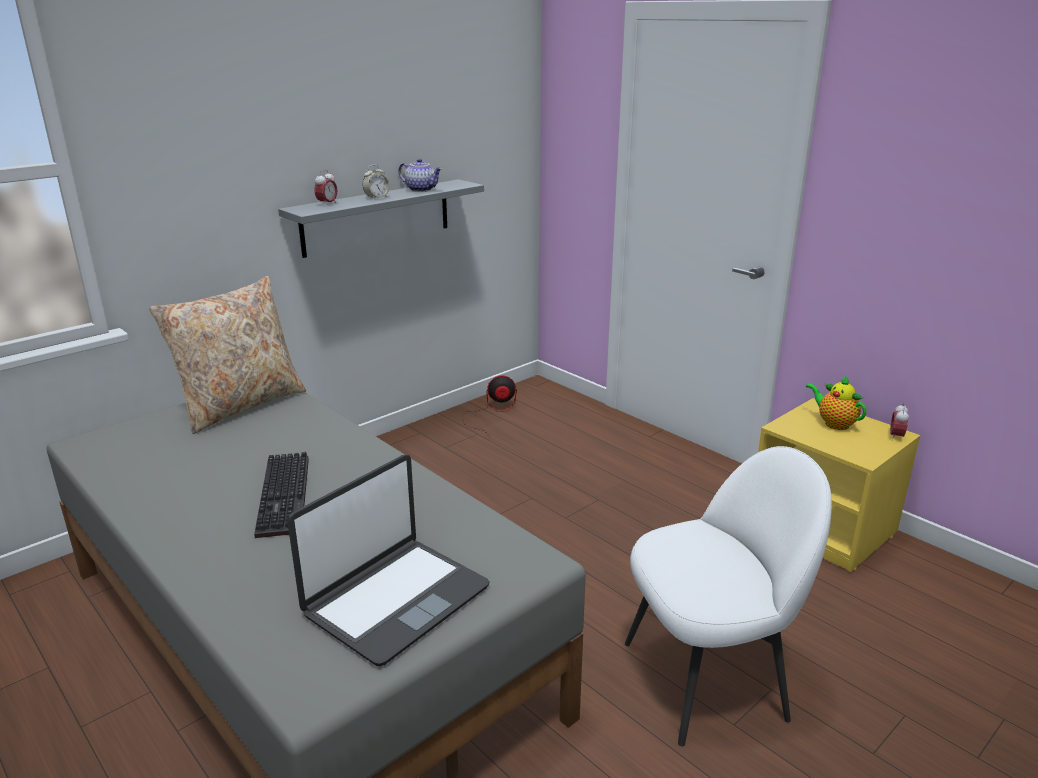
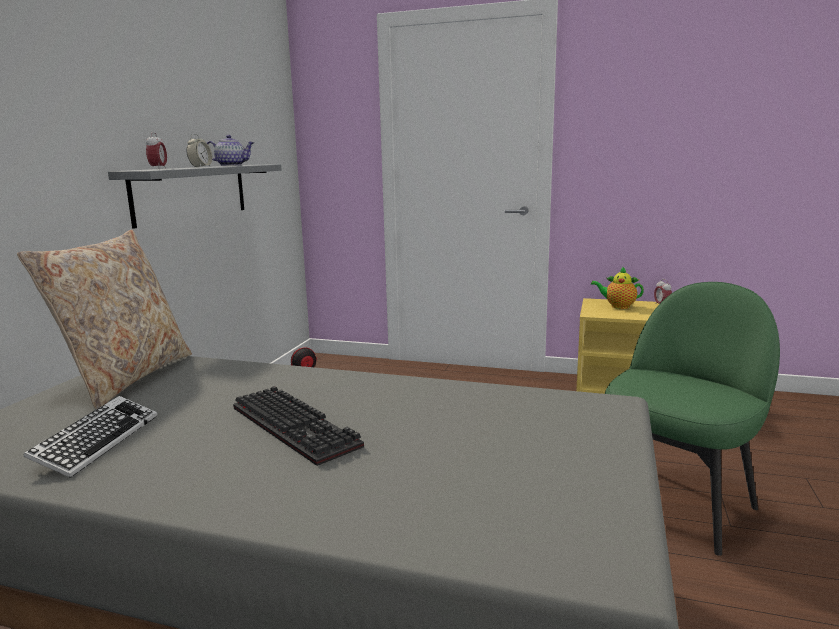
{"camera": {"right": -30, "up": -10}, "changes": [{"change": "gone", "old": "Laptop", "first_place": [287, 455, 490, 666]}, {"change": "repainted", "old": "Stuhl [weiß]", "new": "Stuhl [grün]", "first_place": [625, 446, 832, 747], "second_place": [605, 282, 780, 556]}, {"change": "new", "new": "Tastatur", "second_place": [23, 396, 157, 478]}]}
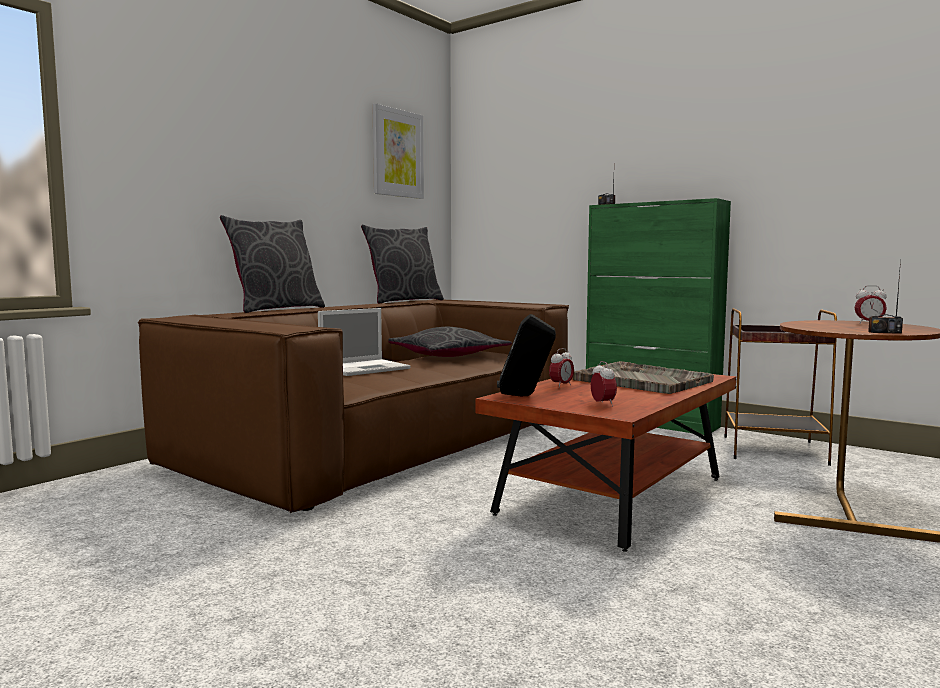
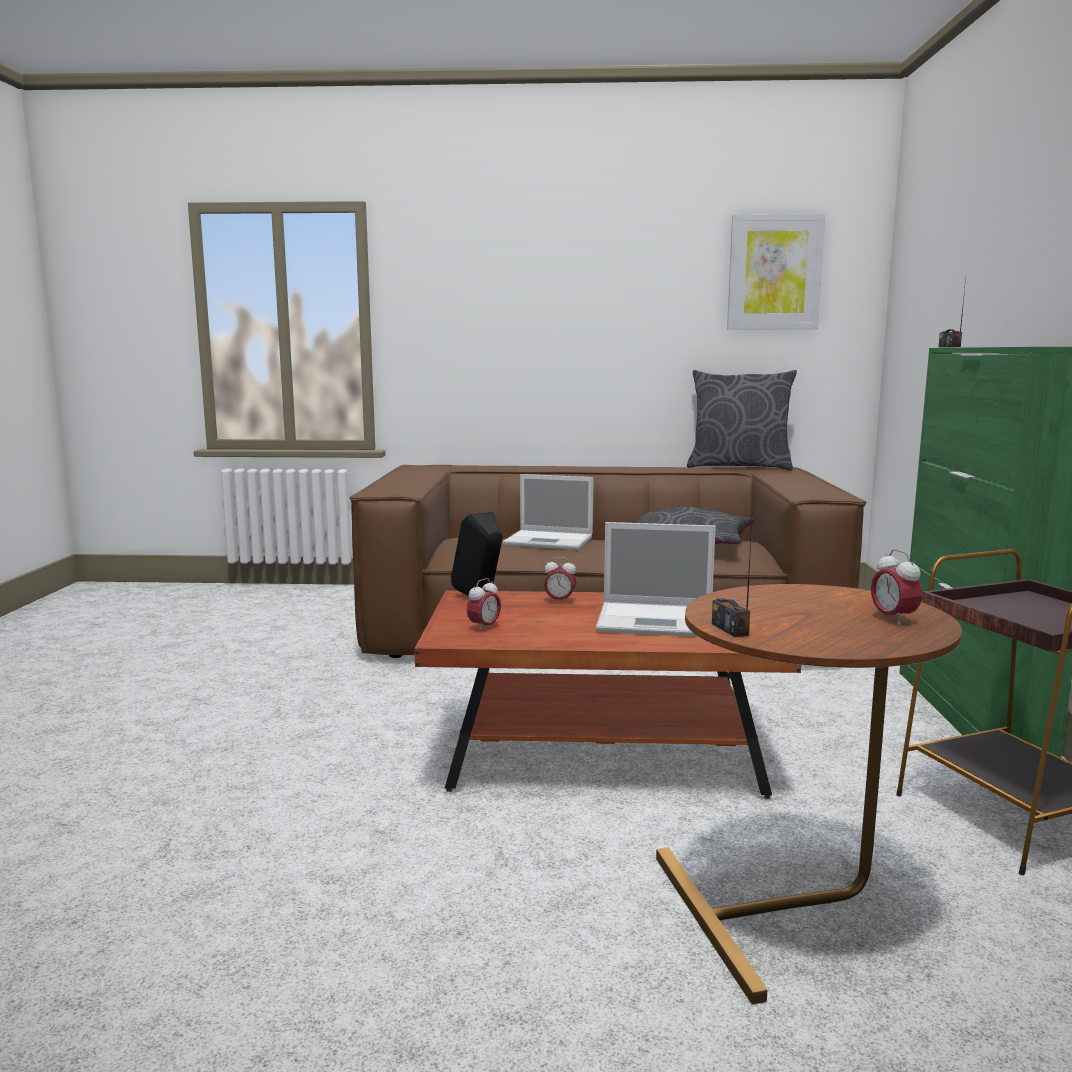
{"camera": {"right": 55, "up": 5}, "changes": [{"change": "gone", "old": "Kissen [grau]", "first_place": [220, 215, 325, 313]}, {"change": "swapped", "old": "Tablett [grau]", "new": "Laptop", "first_place": [573, 361, 714, 394], "second_place": [596, 522, 716, 637]}]}
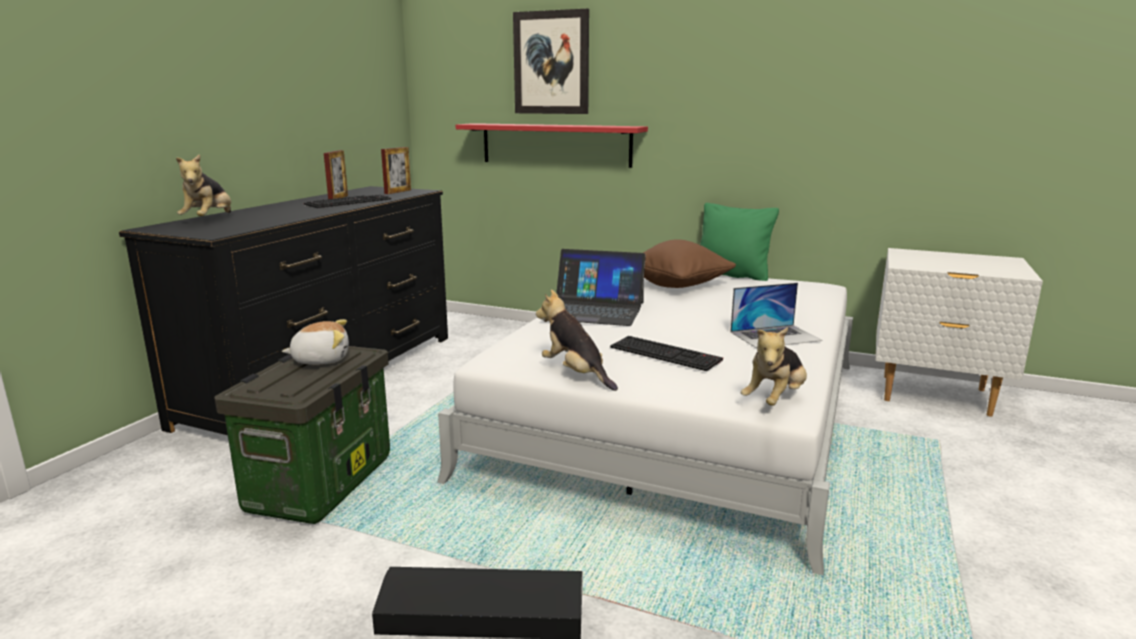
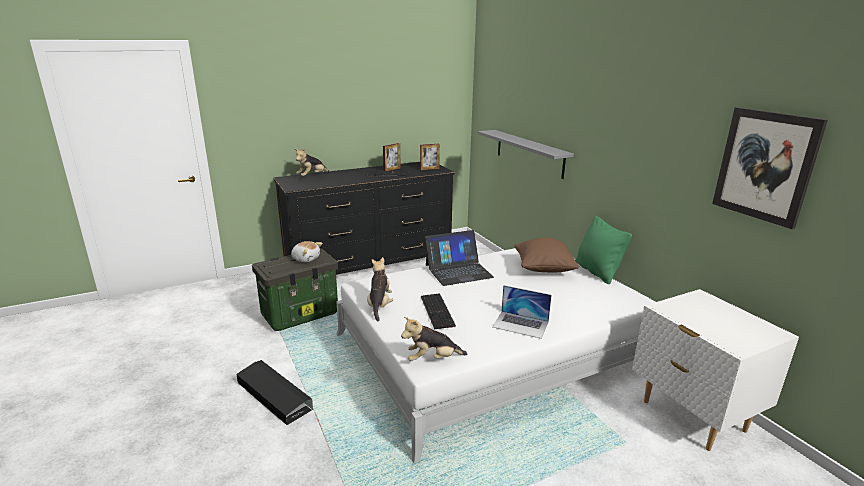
{"camera": {"right": 40, "up": 5}, "changes": [{"change": "repainted", "old": "Wandregal [rot]", "new": "Wandregal [grau]", "first_place": [456, 123, 648, 168], "second_place": [478, 130, 574, 179]}, {"change": "shifted", "old": "Bild", "first_place": [513, 9, 589, 114], "second_place": [712, 107, 828, 229]}, {"change": "rotated", "old": "Laptop", "first_place": [542, 249, 646, 326], "second_place": [425, 230, 494, 286], "degrees": -75}]}
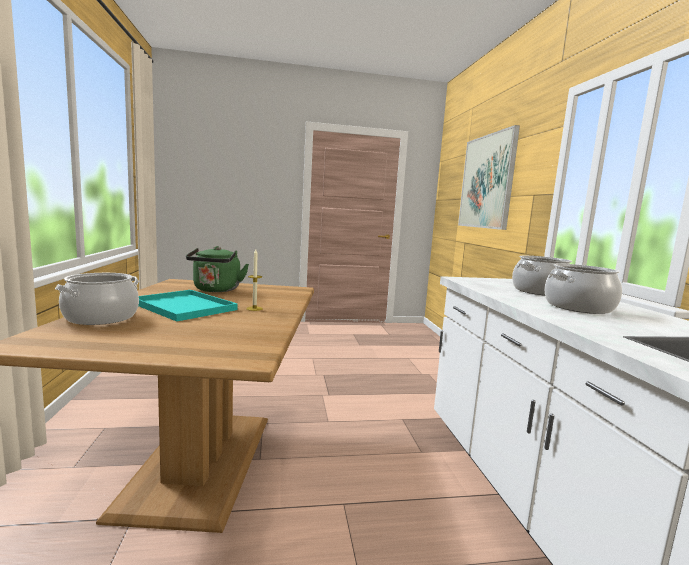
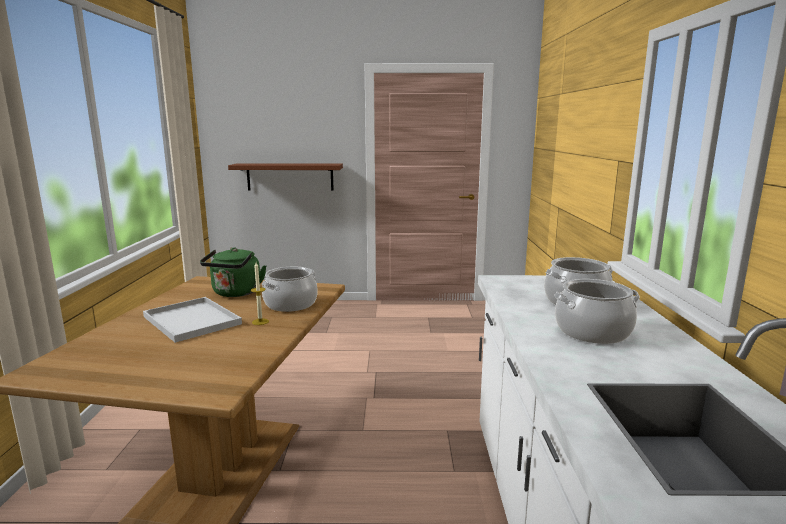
{"camera": {"right": 10, "up": 5}, "changes": [{"change": "shifted", "old": "Kochtopf", "first_place": [55, 273, 139, 325], "second_place": [262, 267, 318, 312]}, {"change": "repainted", "old": "Tablett [türkis]", "new": "Tablett [weiß]", "first_place": [138, 290, 238, 322], "second_place": [143, 297, 242, 343]}, {"change": "gone", "old": "Bild", "first_place": [458, 125, 520, 230]}, {"change": "new", "new": "Wandregal [braun]", "second_place": [228, 163, 343, 190]}]}
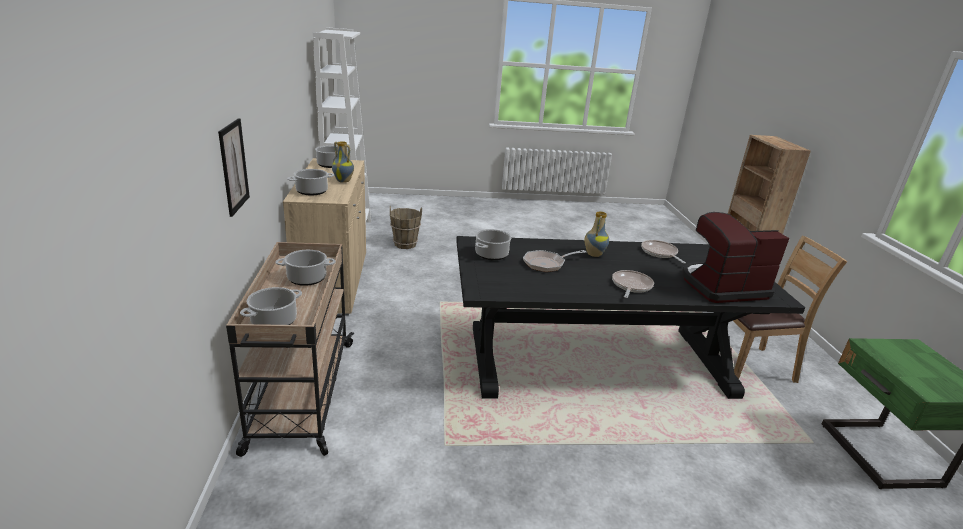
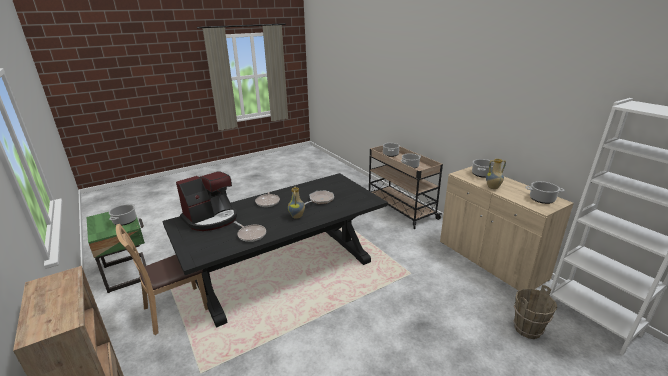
{"camera": {"right": 155, "up": 0}, "changes": [{"change": "gone", "old": "Bild", "first_place": [218, 119, 250, 217]}, {"change": "shifted", "old": "Kochtopf", "first_place": [475, 229, 511, 260], "second_place": [109, 204, 137, 226]}]}
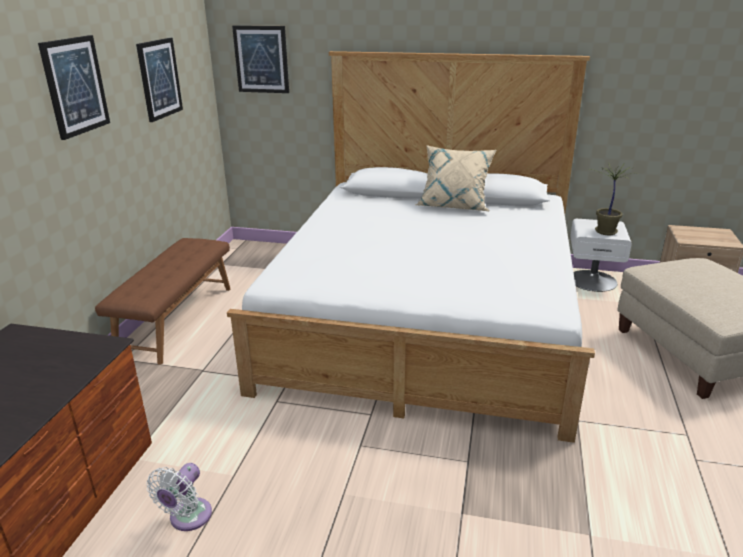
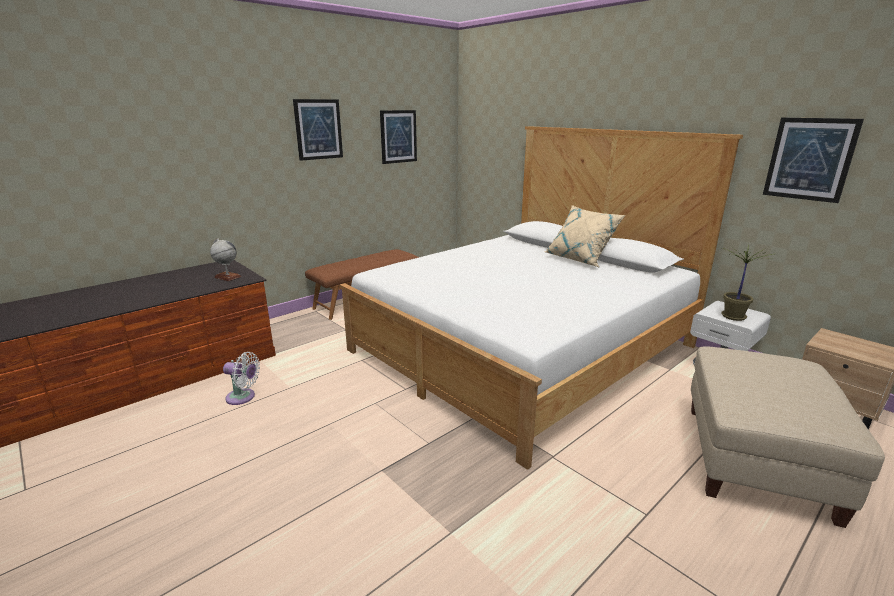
{"camera": {"right": 35, "up": -5}, "changes": [{"change": "rotated", "old": "Ventilator [weiß]", "first_place": [146, 463, 212, 531], "second_place": [223, 352, 260, 405], "degrees": -135}, {"change": "shifted", "old": "Bild", "first_place": [232, 25, 289, 93], "second_place": [763, 118, 864, 203]}, {"change": "new", "new": "Globus", "second_place": [210, 239, 242, 281]}]}
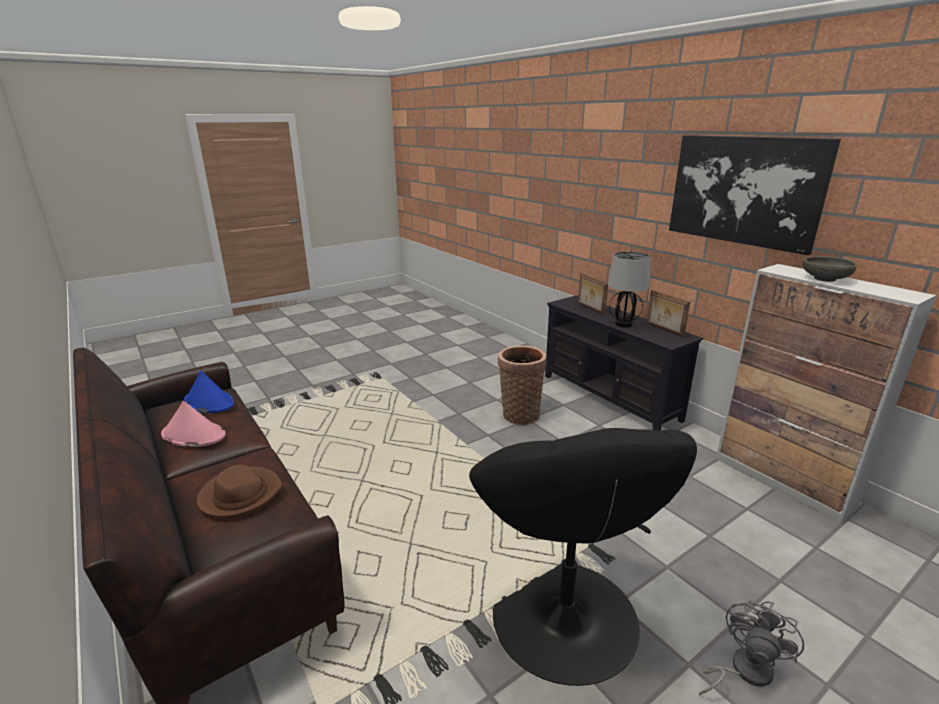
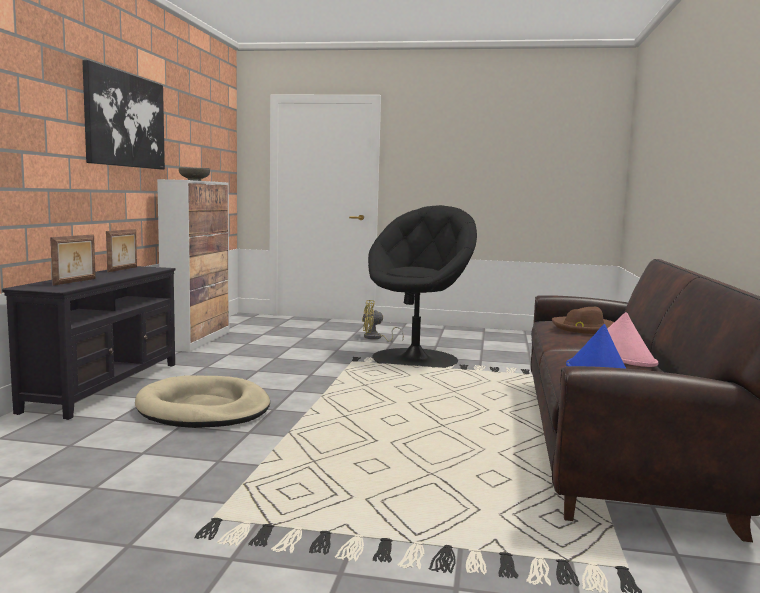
{"camera": {"right": -135, "up": -15}, "changes": [{"change": "swapped", "old": "Korb", "new": "Hundebett [beige]", "first_place": [498, 346, 547, 425], "second_place": [135, 375, 270, 428]}, {"change": "gone", "old": "Tischlampe", "first_place": [608, 252, 651, 327]}, {"change": "repainted", "old": "Ventilator [grau]", "new": "Ventilator [gelb]", "first_place": [699, 600, 804, 695], "second_place": [362, 300, 404, 341]}]}
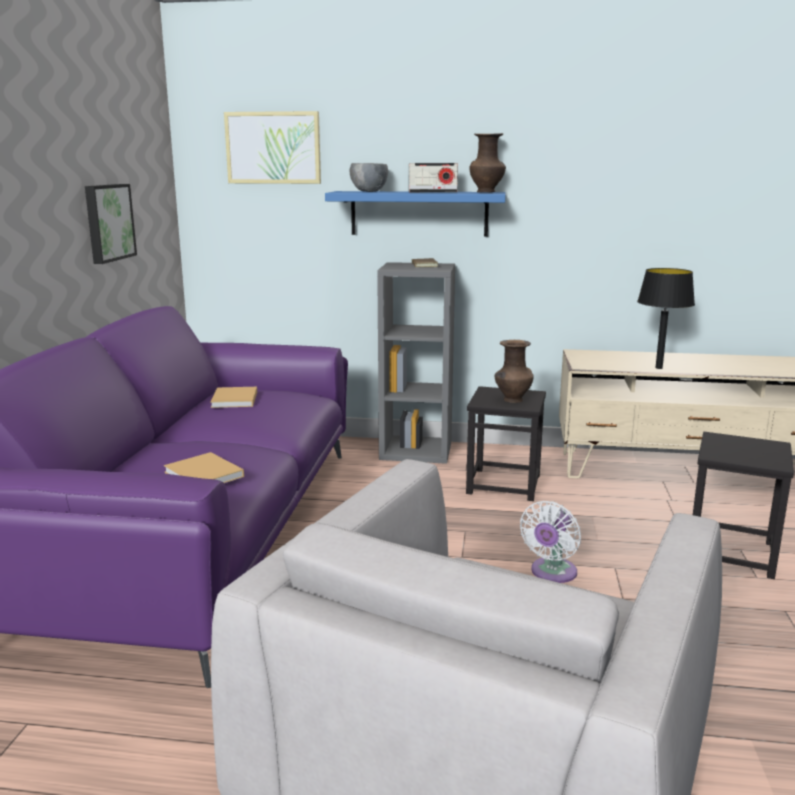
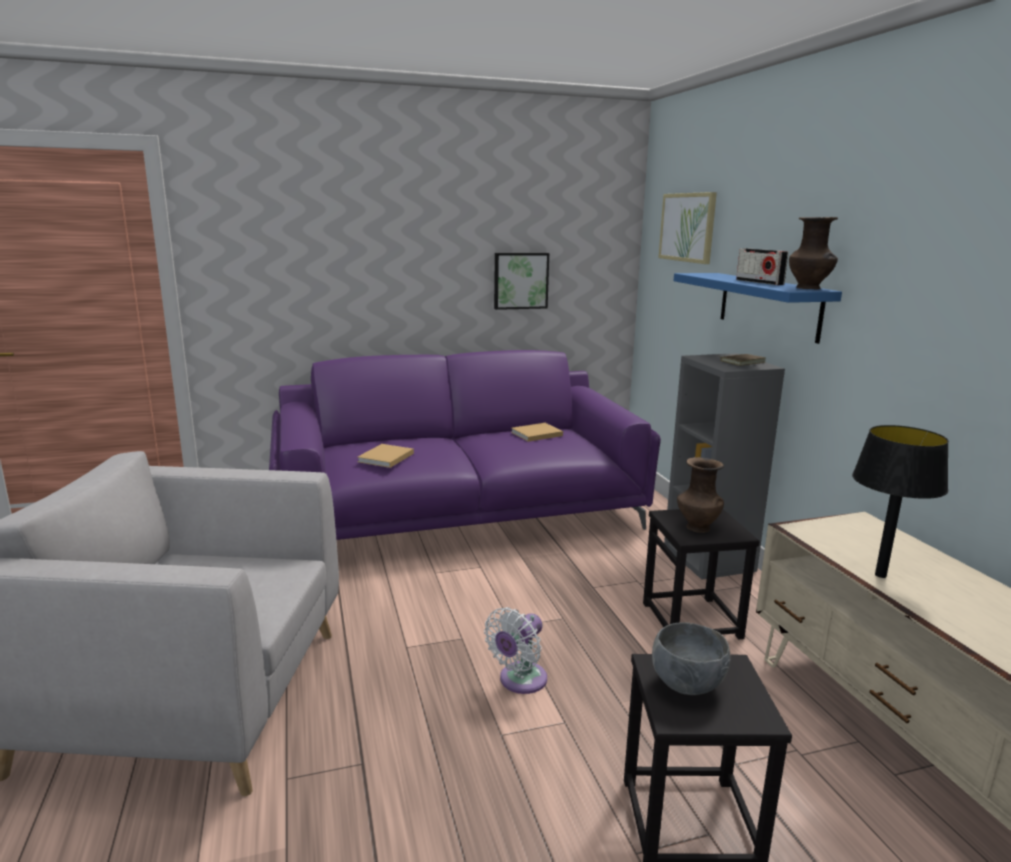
{"camera": {"right": 65, "up": 0}, "changes": [{"change": "shifted", "old": "Schüssel [grau]", "first_place": [350, 163, 388, 192], "second_place": [652, 622, 731, 695]}, {"change": "rotated", "old": "Ventilator [weiß]", "first_place": [520, 501, 581, 583], "second_place": [484, 607, 547, 694], "degrees": -60}]}
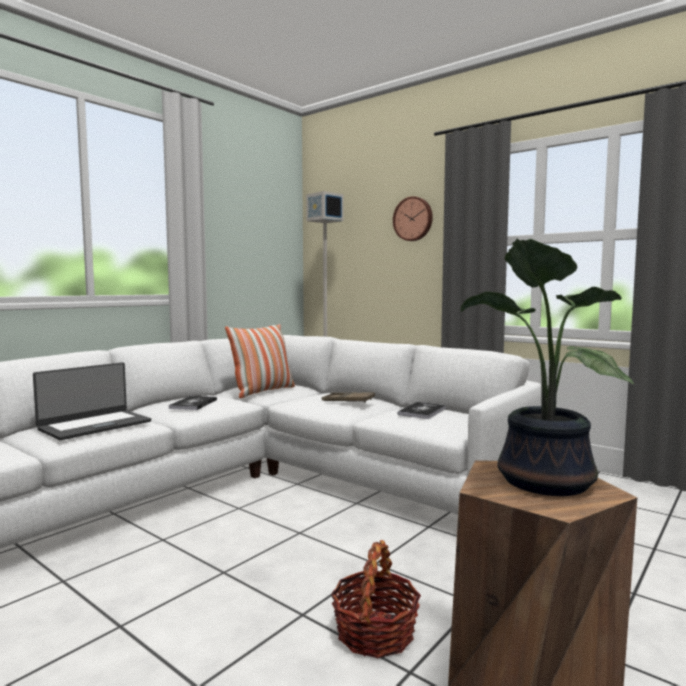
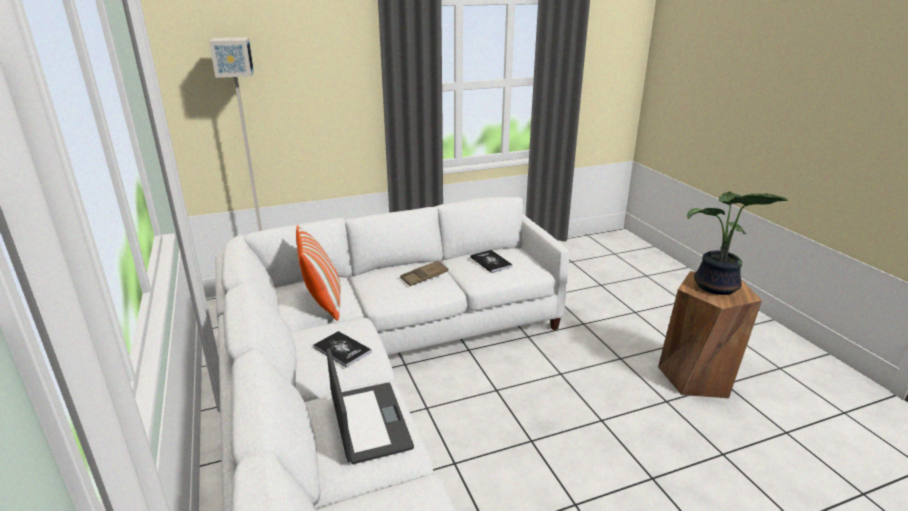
{"camera": {"right": -60, "up": 20}, "changes": [{"change": "gone", "old": "Korb", "first_place": [331, 540, 421, 658]}, {"change": "gone", "old": "Wanduhr", "first_place": [393, 196, 433, 241]}]}
